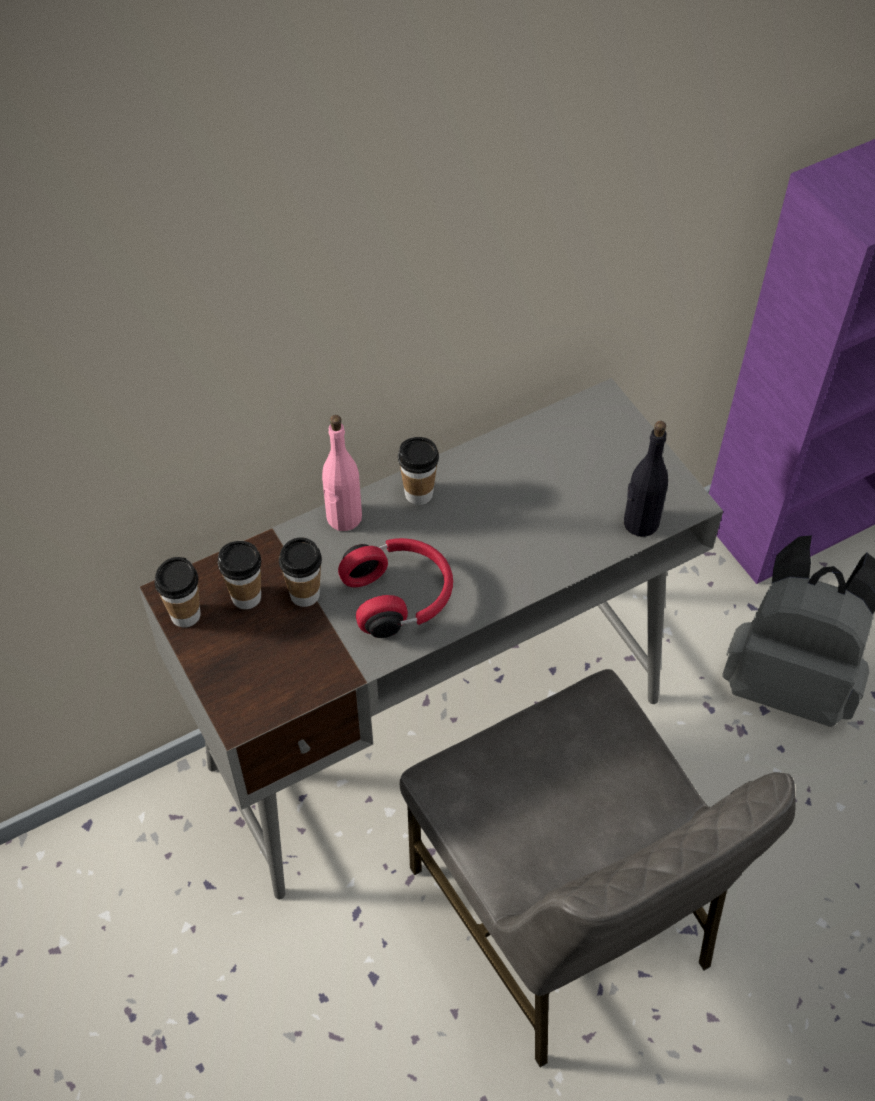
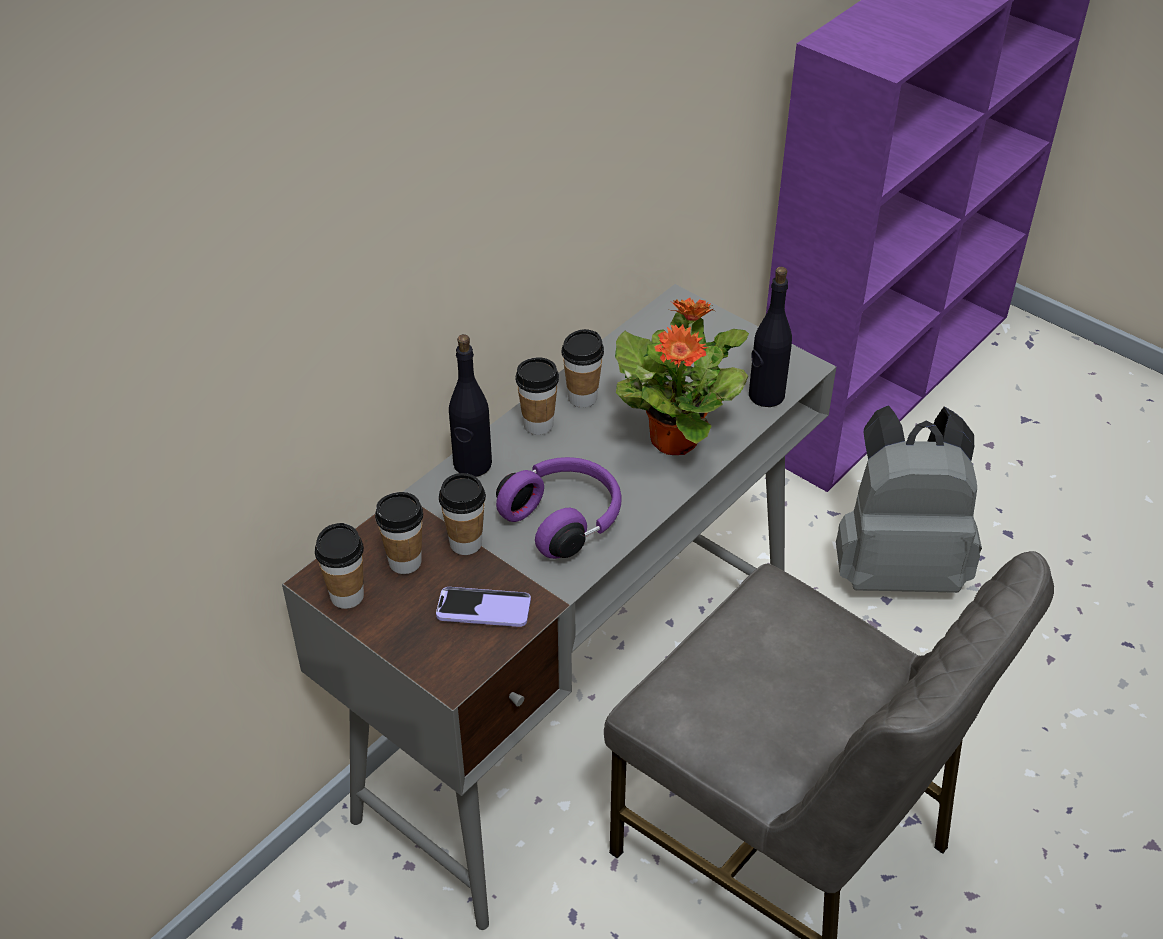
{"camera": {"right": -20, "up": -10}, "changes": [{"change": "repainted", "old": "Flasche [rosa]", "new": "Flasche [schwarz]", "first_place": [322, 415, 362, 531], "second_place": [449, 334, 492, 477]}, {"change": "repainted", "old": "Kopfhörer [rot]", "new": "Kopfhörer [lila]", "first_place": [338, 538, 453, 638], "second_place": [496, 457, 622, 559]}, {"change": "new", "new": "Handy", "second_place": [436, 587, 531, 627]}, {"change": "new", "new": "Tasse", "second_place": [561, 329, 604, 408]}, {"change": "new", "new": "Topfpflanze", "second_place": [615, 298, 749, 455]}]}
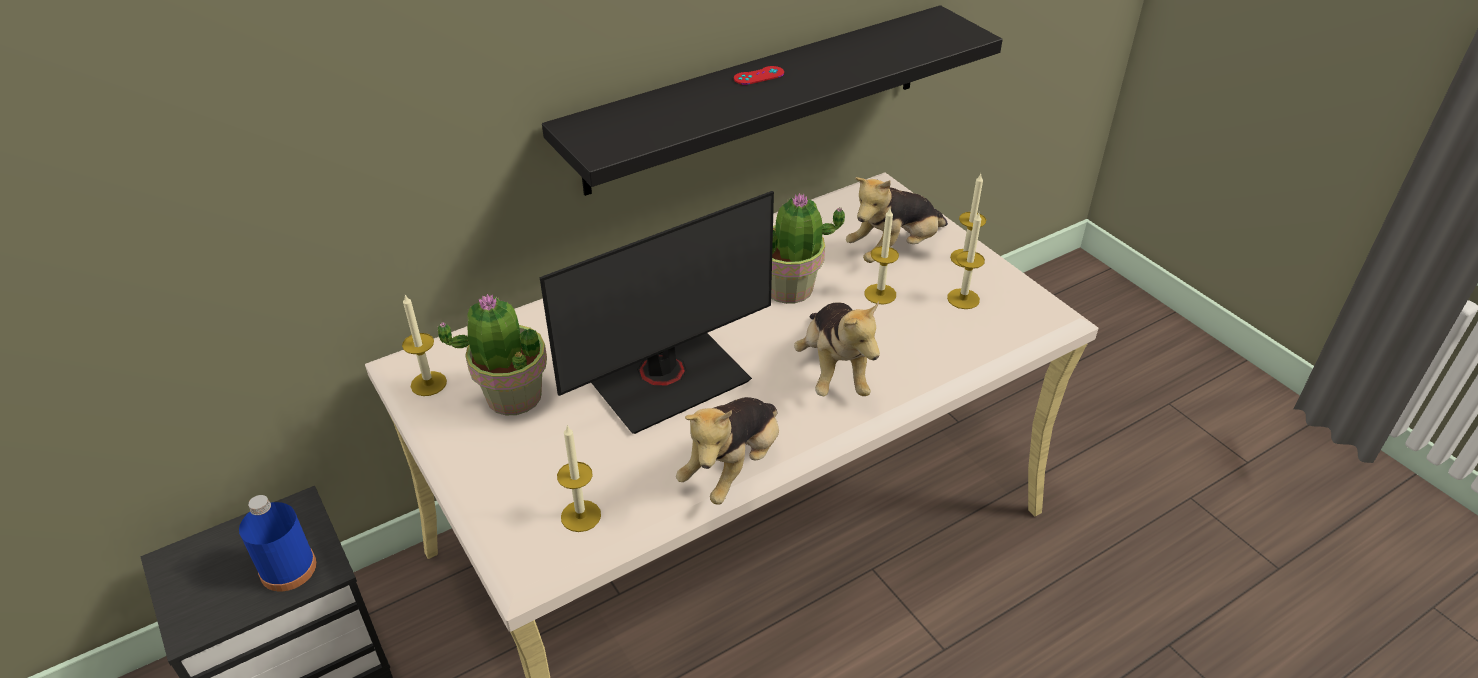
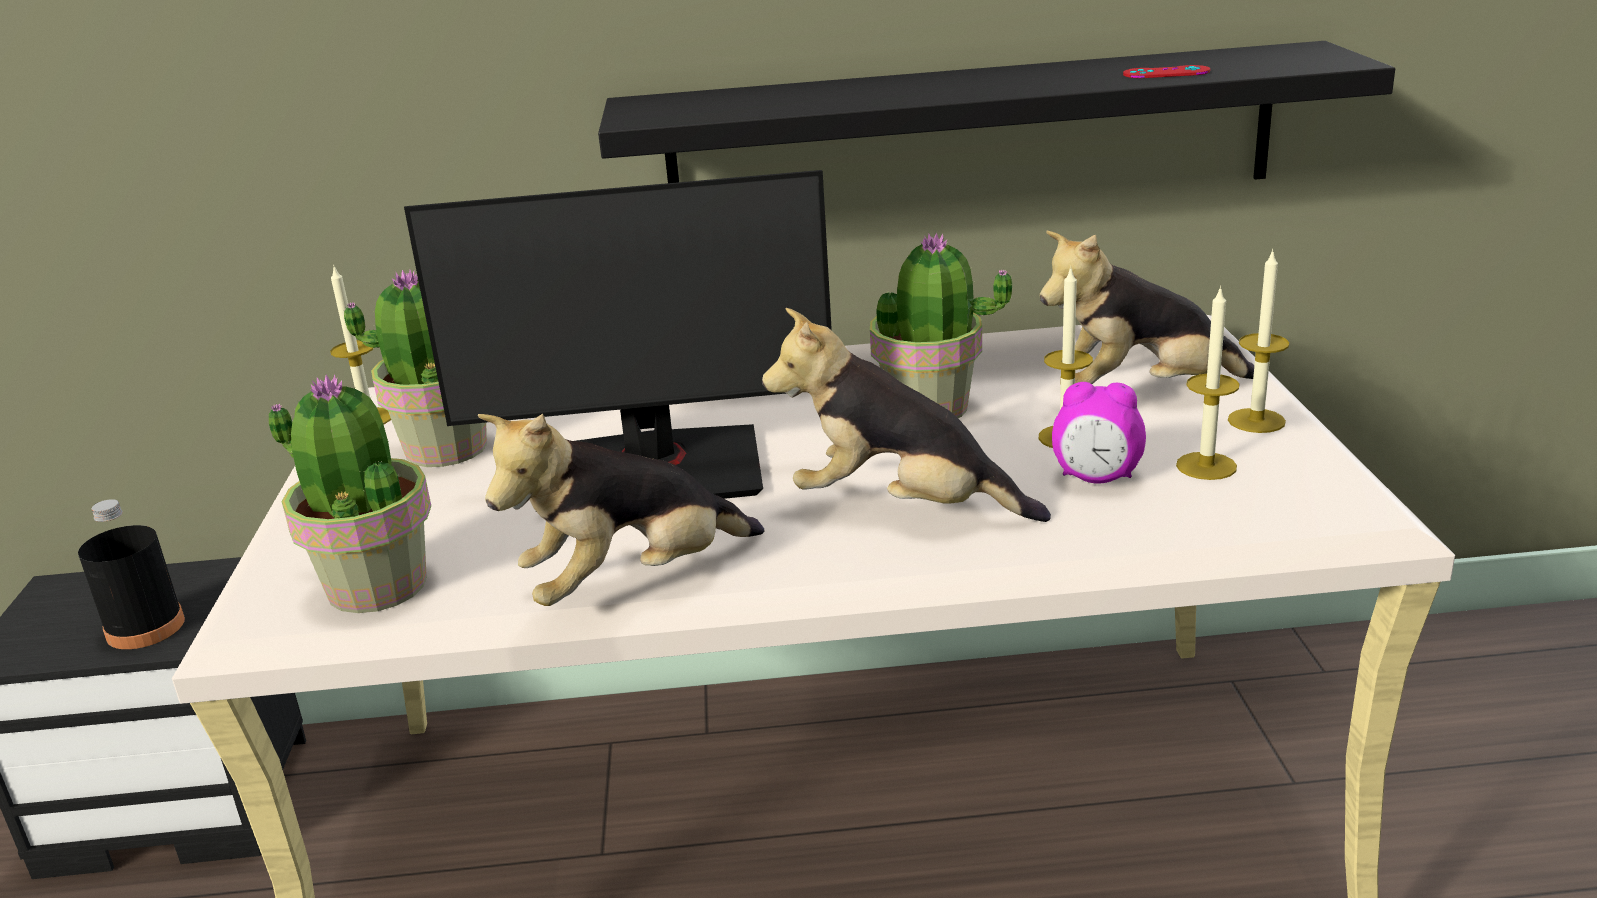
{"camera": {"right": 30, "up": -15}, "changes": [{"change": "repainted", "old": "Flasche [blau]", "new": "Flasche [schwarz]", "first_place": [239, 495, 317, 591], "second_place": [78, 499, 185, 649]}, {"change": "swapped", "old": "Kerze", "new": "Topfpflanze", "first_place": [557, 425, 601, 532], "second_place": [268, 374, 431, 613]}, {"change": "shifted", "old": "Gamepad [rot]", "first_place": [734, 66, 784, 85], "second_place": [1123, 65, 1210, 78]}, {"change": "rotated", "old": "Plüschtier", "first_place": [794, 301, 880, 396], "second_place": [762, 308, 1051, 522], "degrees": 90}, {"change": "new", "new": "Wecker", "second_place": [1052, 382, 1146, 484]}]}
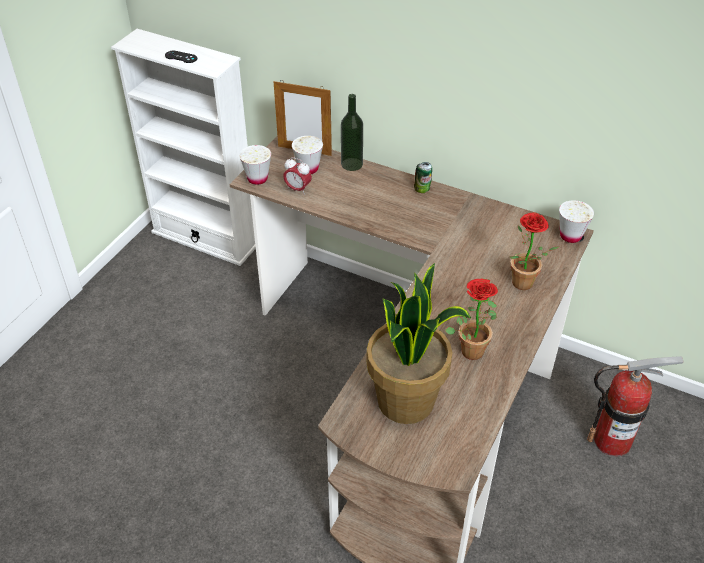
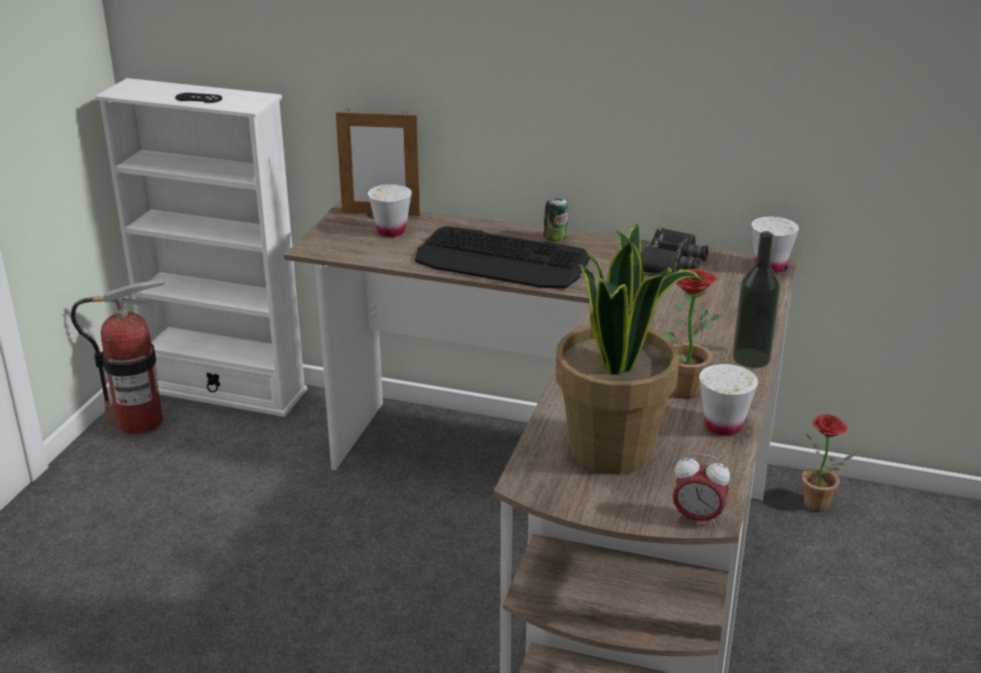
{"camera": {"right": -10, "up": -15}, "changes": [{"change": "shifted", "old": "Tasse [weiß]", "first_place": [239, 145, 271, 185], "second_place": [699, 364, 758, 435]}, {"change": "shifted", "old": "Wecker", "first_place": [283, 157, 312, 195], "second_place": [673, 453, 730, 527]}, {"change": "shifted", "old": "Flasche", "first_place": [341, 94, 363, 171], "second_place": [733, 231, 780, 368]}, {"change": "shifted", "old": "Topfpflanze", "first_place": [510, 212, 560, 290], "second_place": [802, 414, 855, 512]}, {"change": "shifted", "old": "Feuerlöscher", "first_place": [587, 356, 684, 456], "second_place": [71, 279, 165, 435]}, {"change": "new", "new": "Tastatur", "second_place": [415, 226, 590, 289]}, {"change": "new", "new": "Fernglas [schwarz]", "second_place": [641, 228, 708, 275]}]}
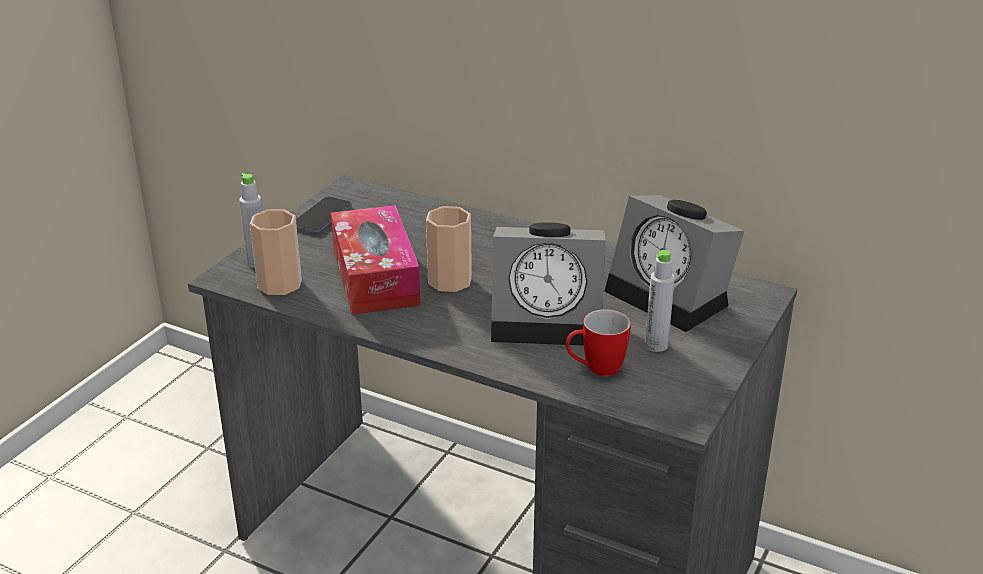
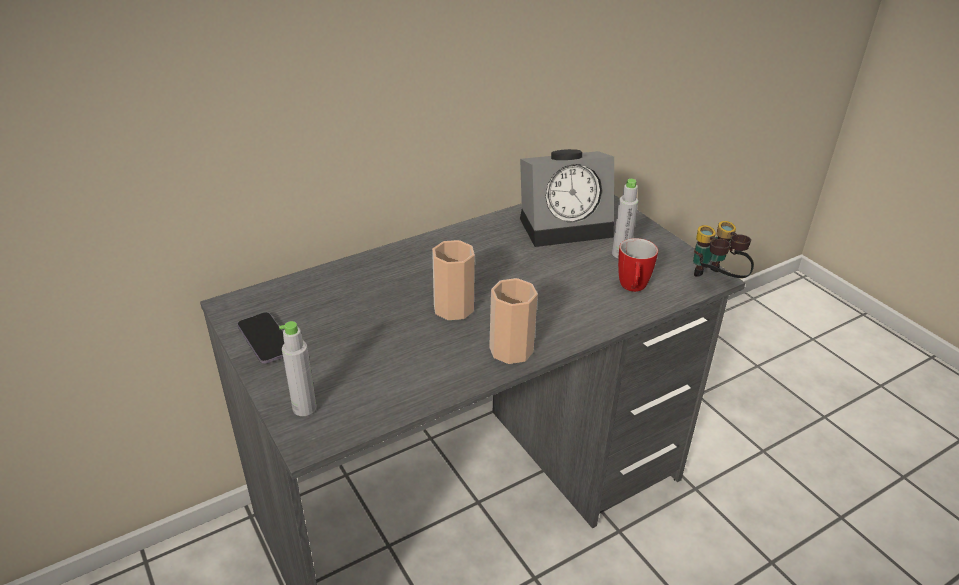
{"camera": {"right": -60, "up": 5}, "changes": [{"change": "shifted", "old": "Tasse", "first_place": [250, 209, 302, 295], "second_place": [489, 278, 538, 364]}, {"change": "gone", "old": "Taschentuchbox", "first_place": [331, 205, 421, 315]}, {"change": "gone", "old": "Wecker", "first_place": [491, 222, 606, 346]}, {"change": "new", "new": "Fernglas", "second_place": [693, 221, 754, 278]}]}
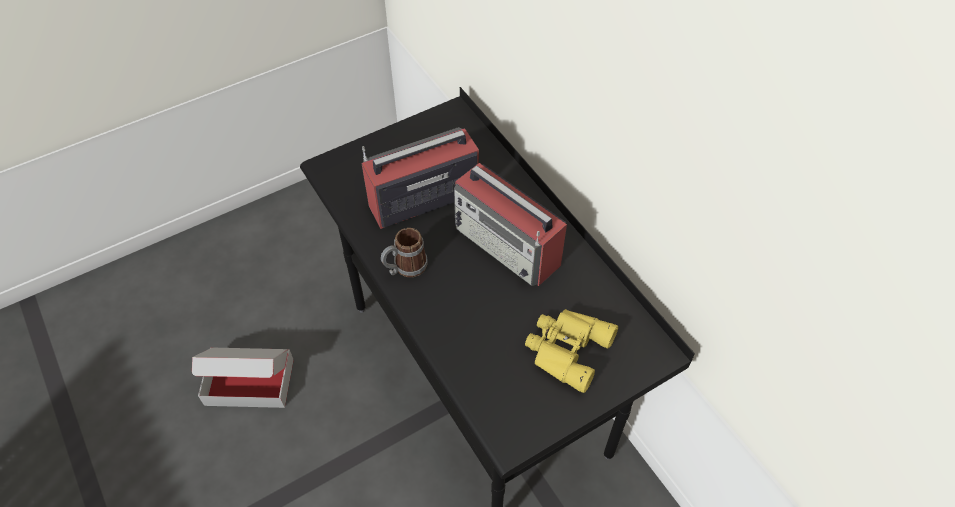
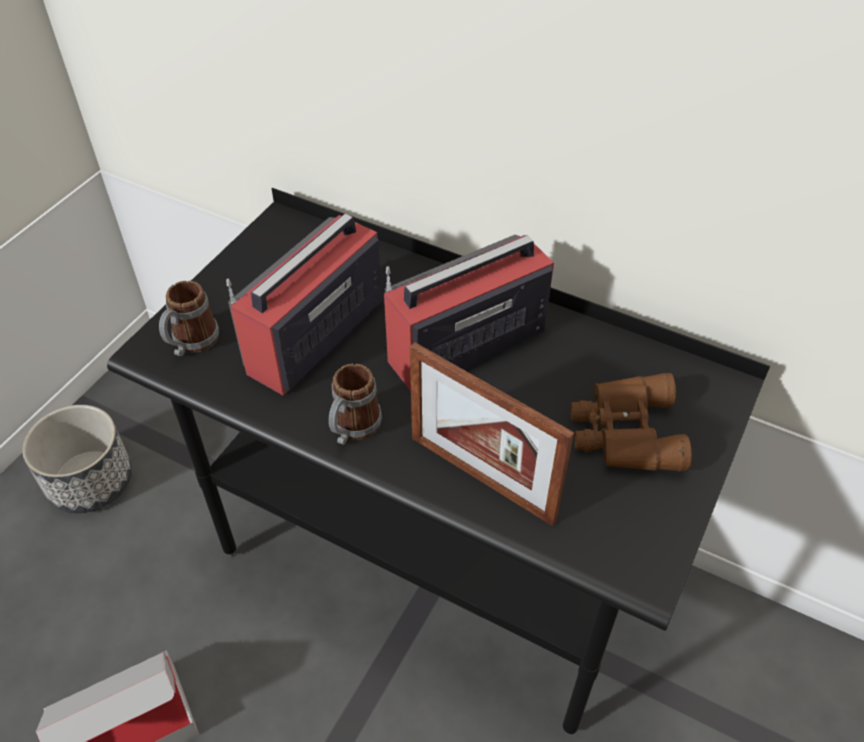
{"camera": {"right": -30, "up": -5}, "changes": [{"change": "rotated", "old": "Radio", "first_place": [454, 163, 567, 286], "second_place": [384, 235, 554, 391], "degrees": 135}, {"change": "repainted", "old": "Fernglas [gelb]", "new": "Fernglas [braun]", "first_place": [525, 309, 618, 393], "second_place": [571, 373, 692, 472]}, {"change": "new", "new": "Pflanzkübel", "second_place": [22, 405, 132, 513]}, {"change": "new", "new": "Henkelbecher", "second_place": [159, 280, 219, 356]}, {"change": "new", "new": "Bilderrahmen", "second_place": [410, 342, 574, 526]}]}
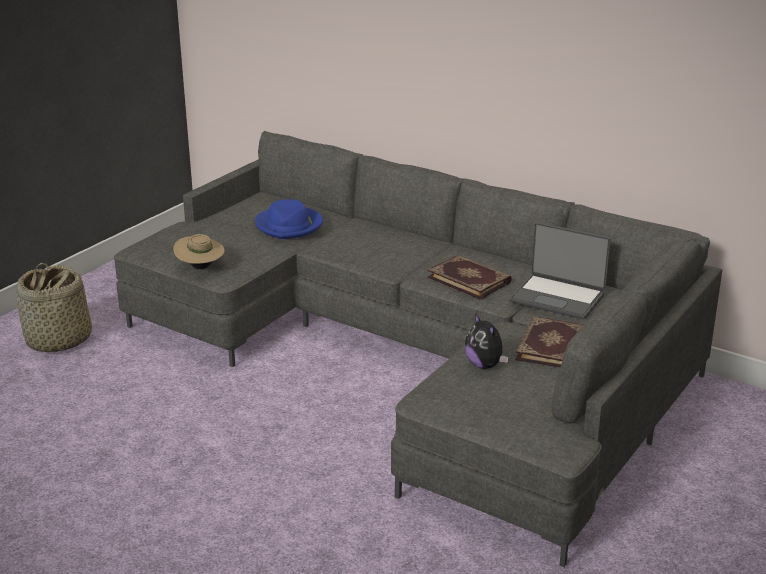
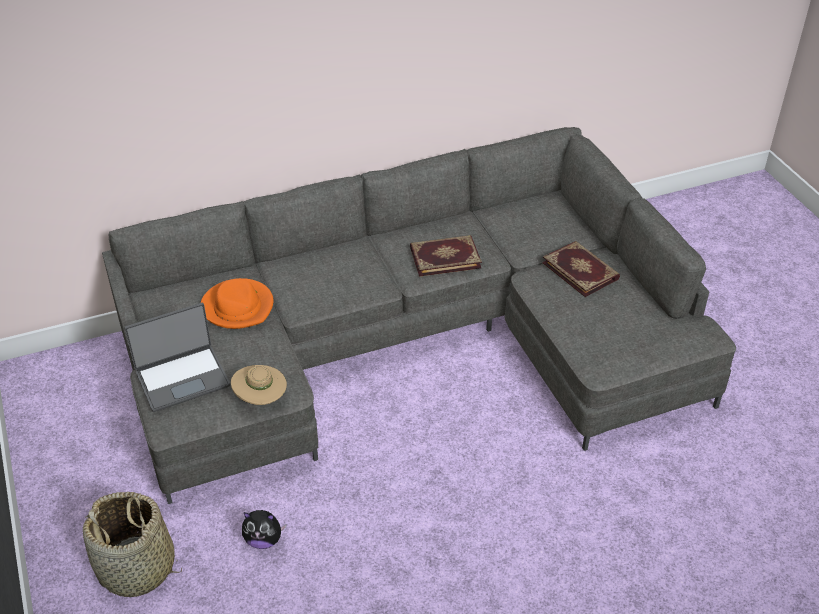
{"camera": {"right": -55, "up": 15}, "changes": [{"change": "repainted", "old": "Hut [blau]", "new": "Hut [orange]", "first_place": [255, 199, 323, 239], "second_place": [201, 278, 273, 329]}, {"change": "shifted", "old": "Plüschtier", "first_place": [465, 313, 508, 369], "second_place": [242, 510, 286, 549]}, {"change": "shifted", "old": "Laptop", "first_place": [510, 222, 611, 320], "second_place": [124, 303, 230, 412]}]}
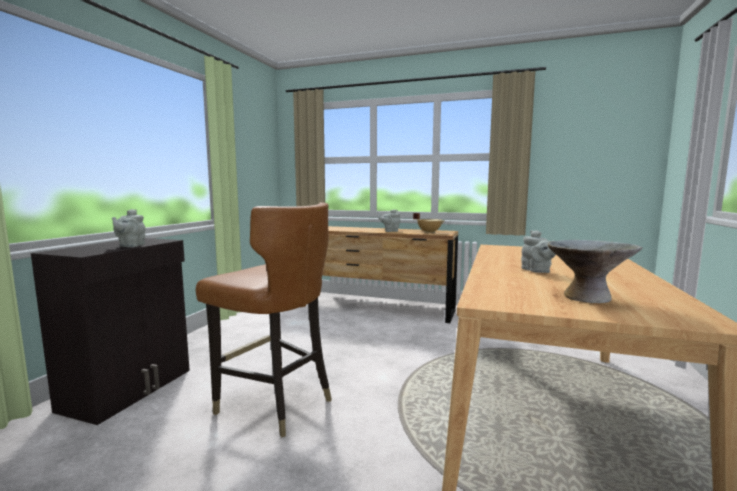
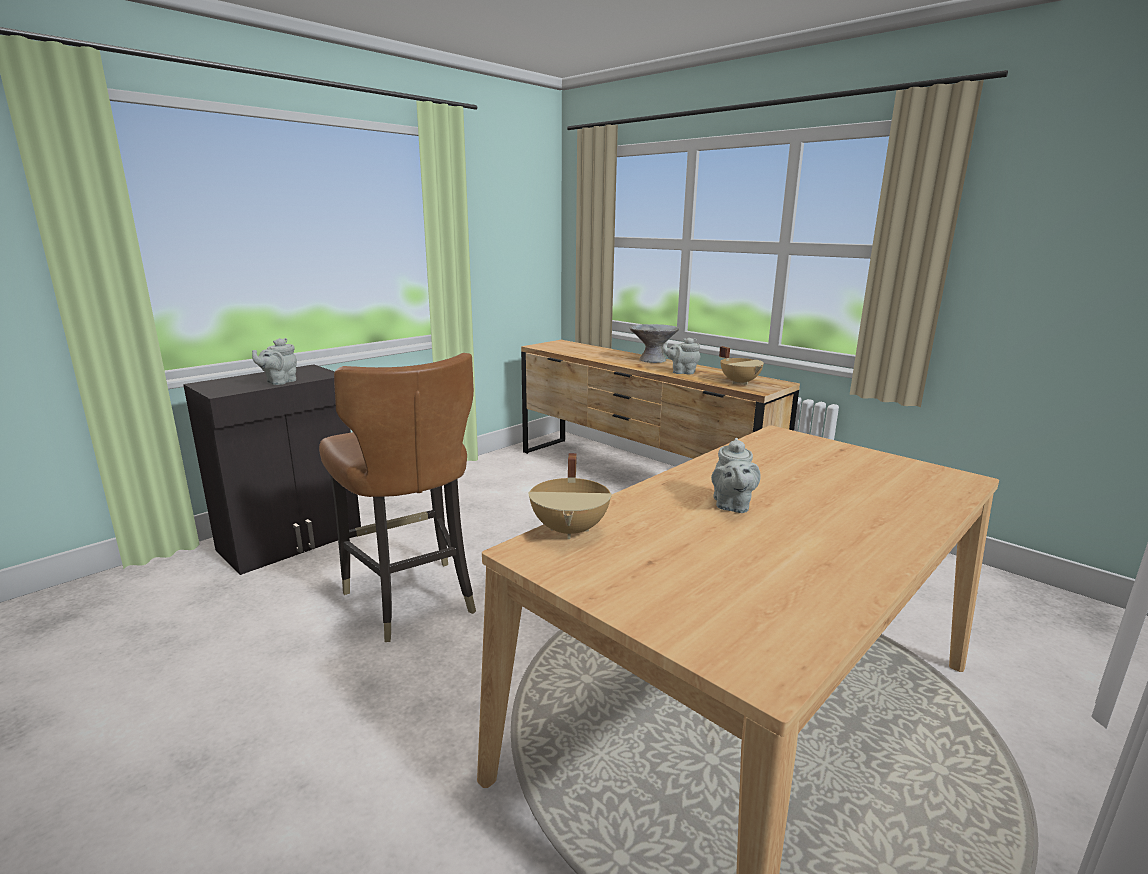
{"camera": {"right": 25, "up": 10}, "changes": [{"change": "shifted", "old": "Schüssel [grau]", "first_place": [548, 240, 643, 303], "second_place": [630, 324, 679, 363]}, {"change": "new", "new": "Kochtopf [beige]", "second_place": [529, 453, 612, 539]}]}
